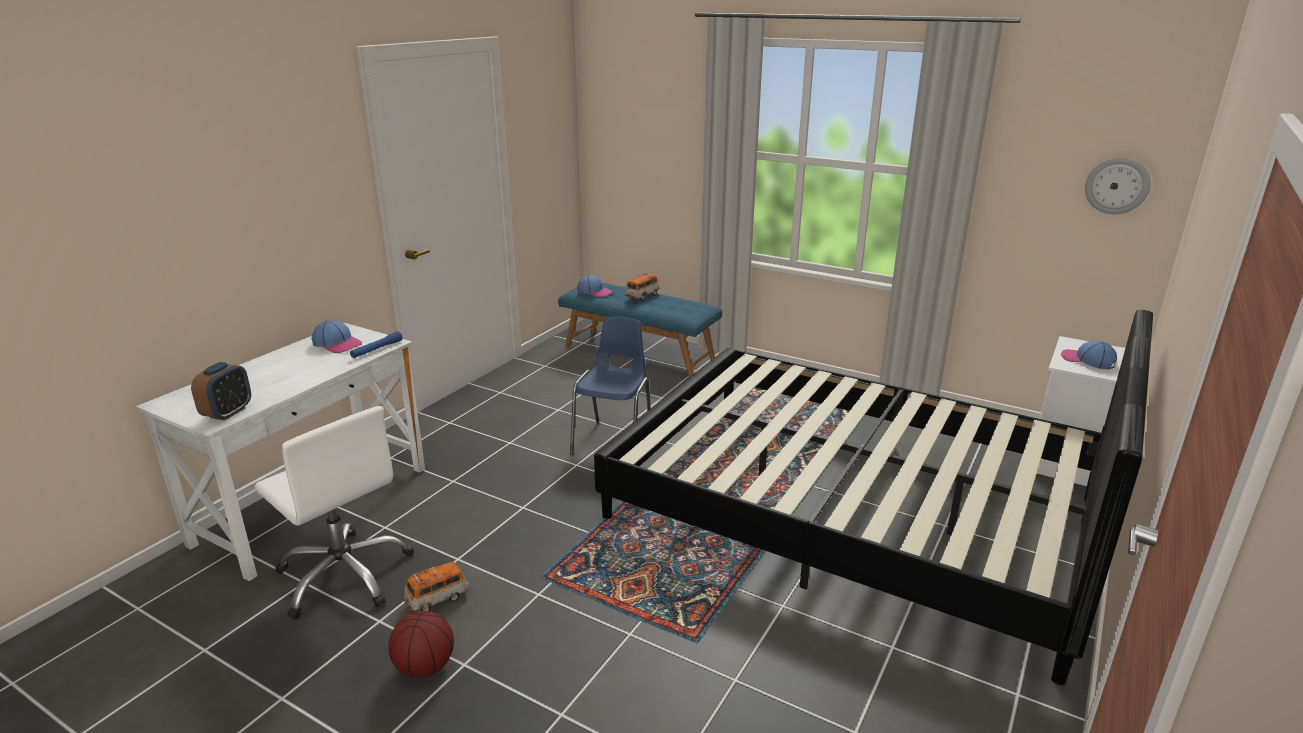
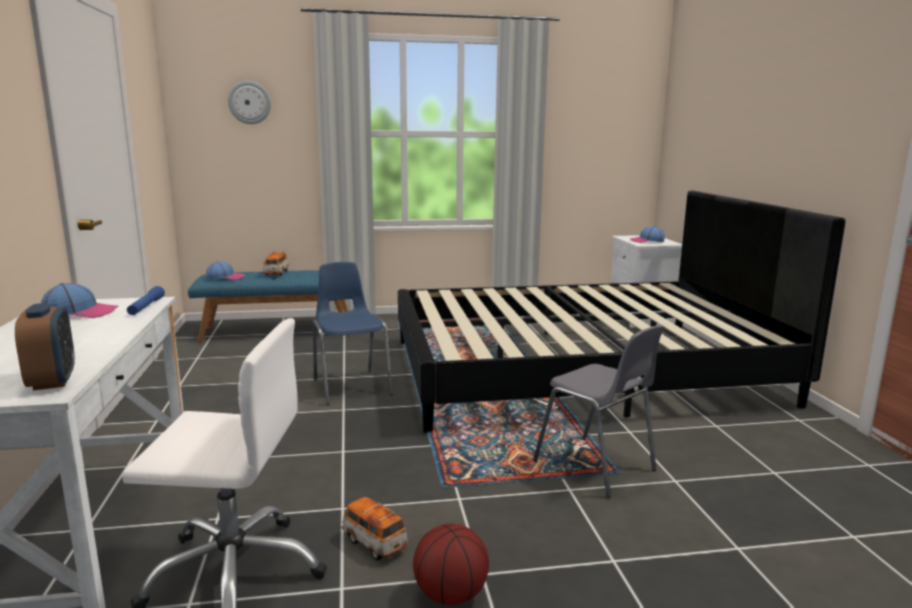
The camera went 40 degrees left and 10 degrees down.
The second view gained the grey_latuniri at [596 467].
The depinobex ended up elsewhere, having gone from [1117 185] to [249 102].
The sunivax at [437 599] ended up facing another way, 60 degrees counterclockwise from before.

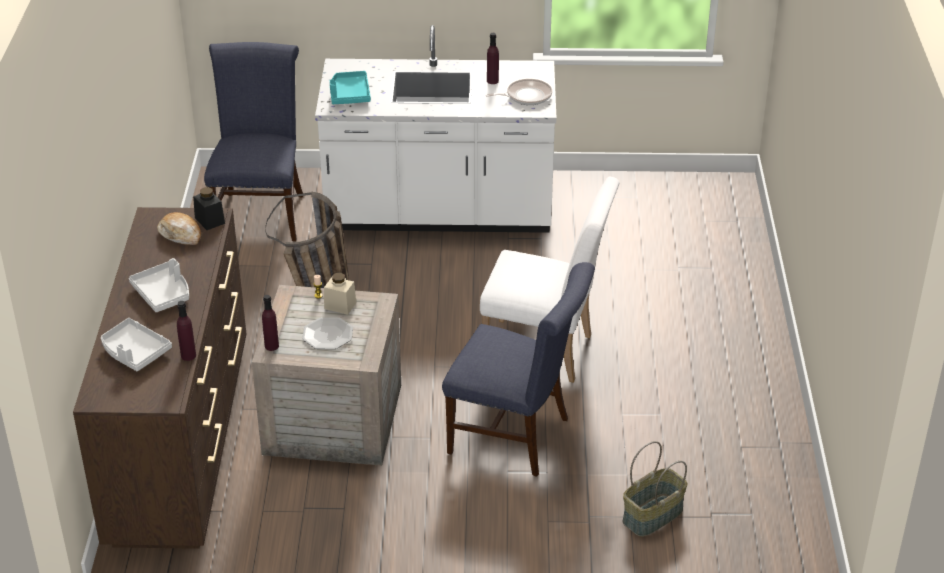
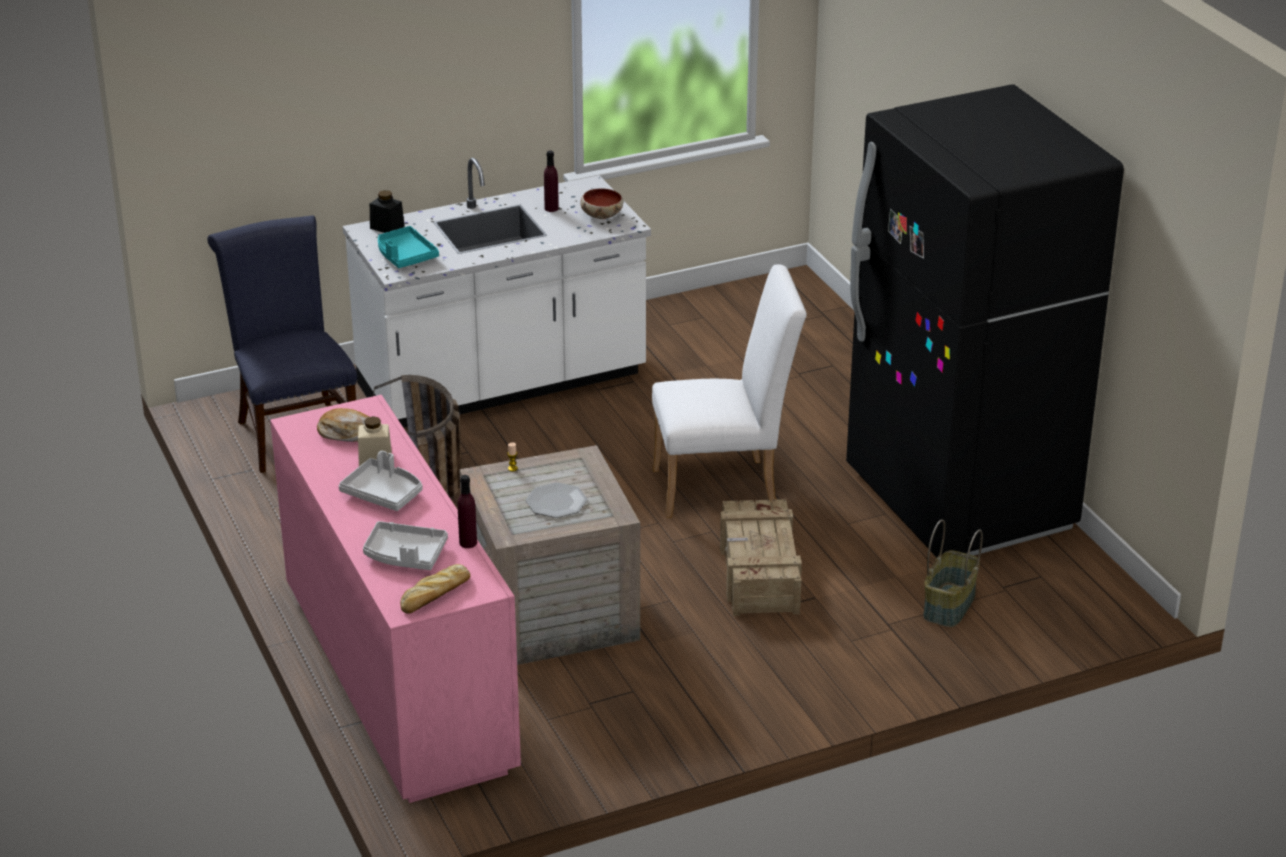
The camera went 25 degrees left and 5 degrees down.
The second view lost the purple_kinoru at [271 346].
The second view gained the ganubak at [434 595].
The second view gained the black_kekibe at [960 501].
The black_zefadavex ended up elsewhere, having gone from [209 220] to [387 227].
The beige_zefadavex ended up elsewhere, having gone from [340 305] to [375 458].
Where the blue_latuniri stood at [516 436], the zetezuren came to stand at [758 573].
Where the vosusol stood at [526 96], the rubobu came to stand at [601 215].
What was the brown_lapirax at [181 441] turned into the pink_lapirax at [399 680].

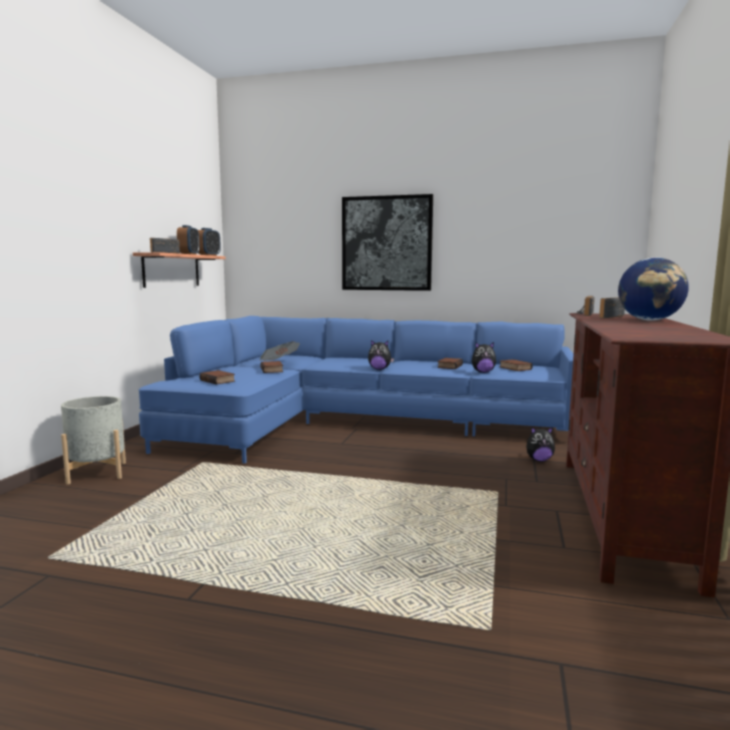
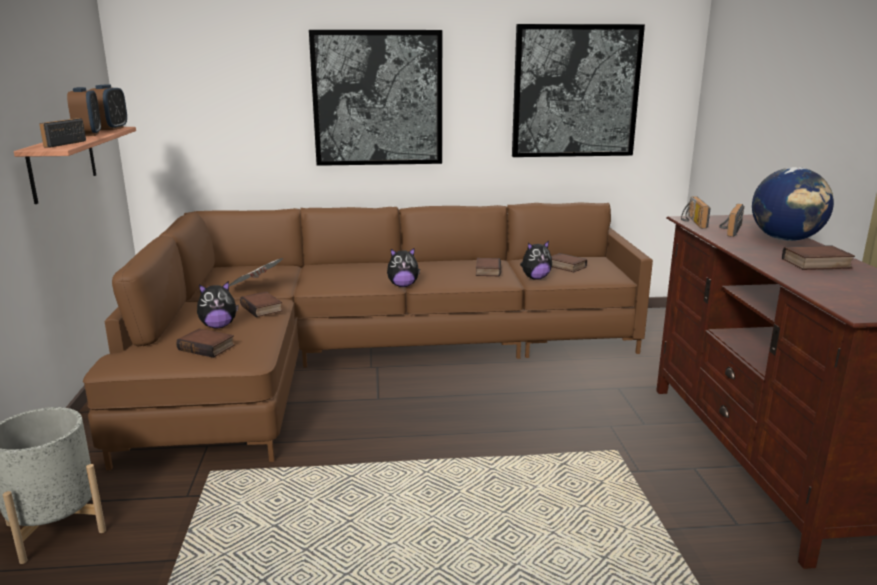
The camera went 20 degrees left and 10 degrees up.
The second view gained the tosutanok at [575 91].
The second view gained the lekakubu at [816 264].
The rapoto ended up elsewhere, having gone from [539 460] to [218 326].
What was the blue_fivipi at [353 423] turned into the brown_fivipi at [365 356].

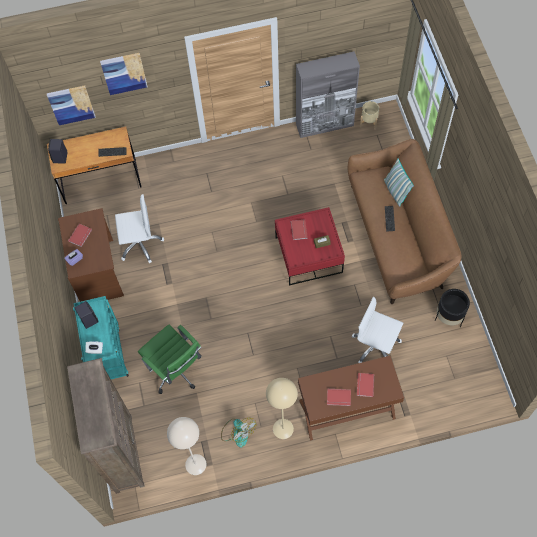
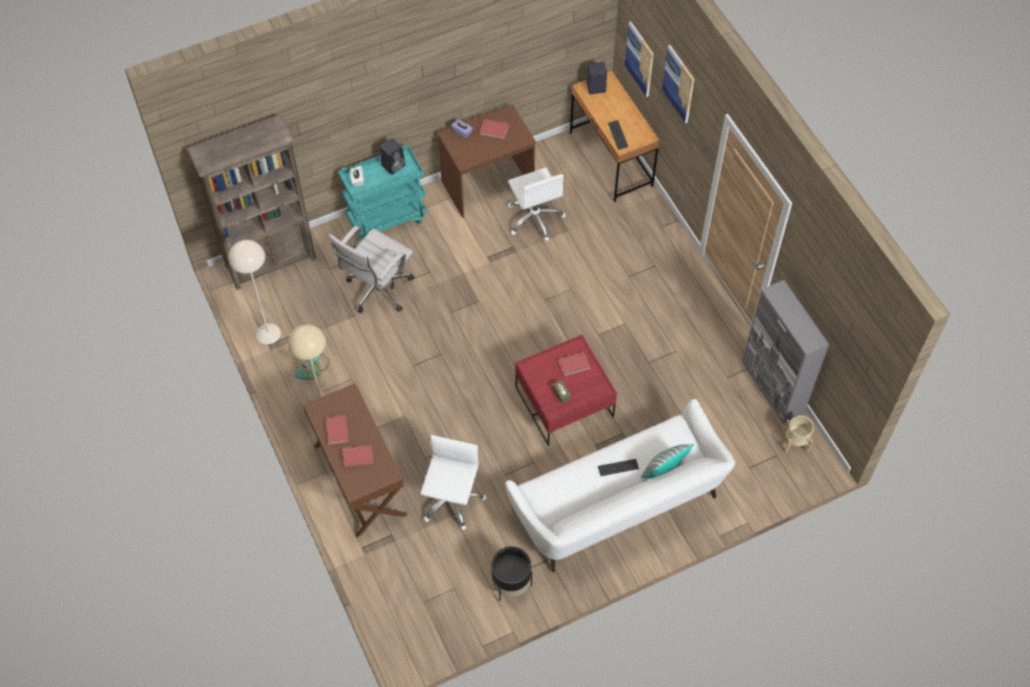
The camera went 75 degrees right and 5 degrees down.
What was the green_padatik at [176 371] turned into the white_padatik at [377 291].
What was the brown_fivipi at [398 237] turned into the white_fivipi at [618 505].

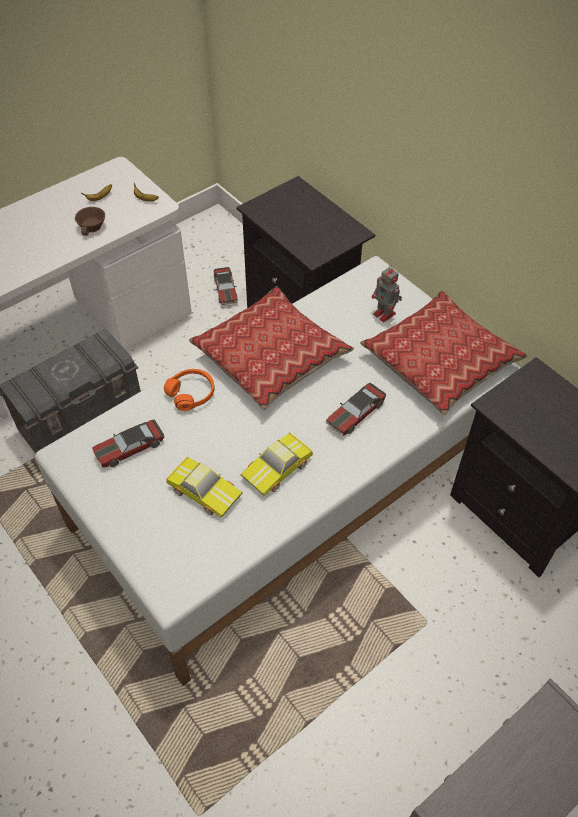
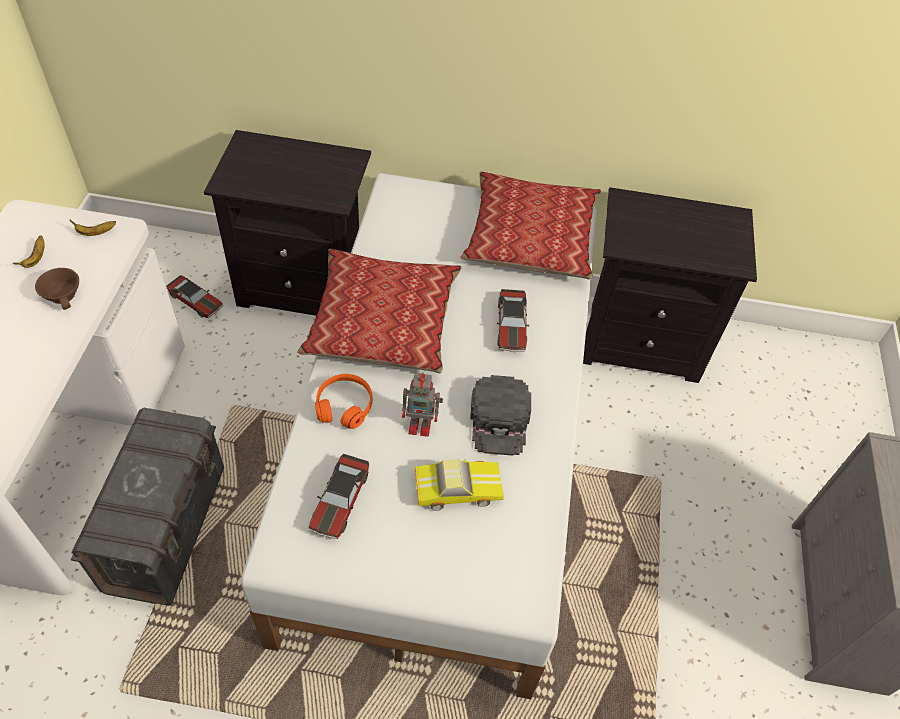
The camera went 45 degrees left and 0 degrees up.
The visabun ended up elsewhere, having gone from [385 314] to [421 425].
Where the sunivax stood at [278 469], the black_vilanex came to stand at [500 420].

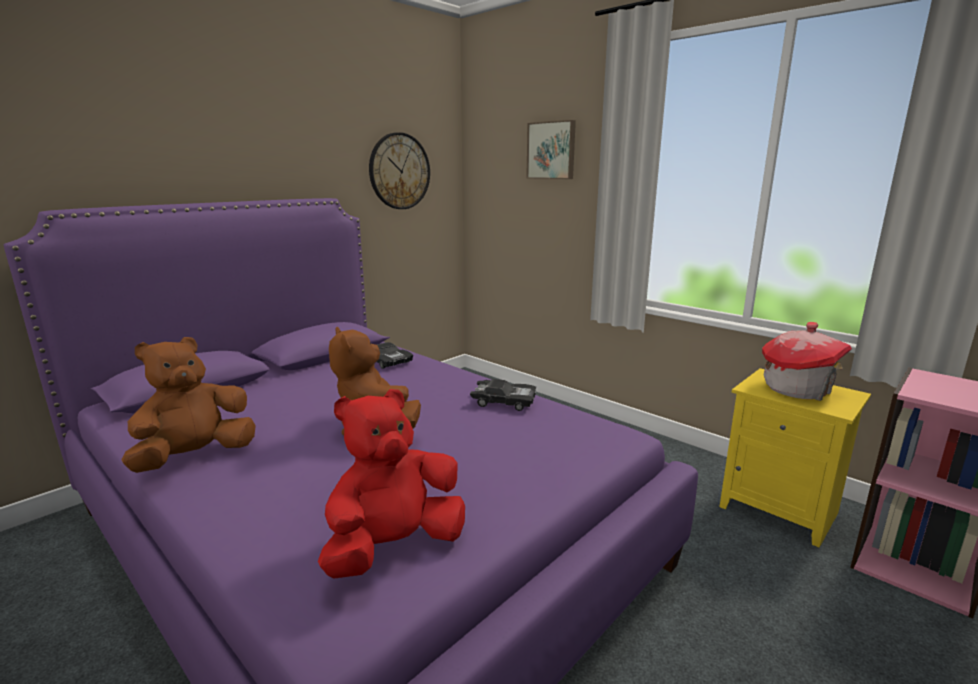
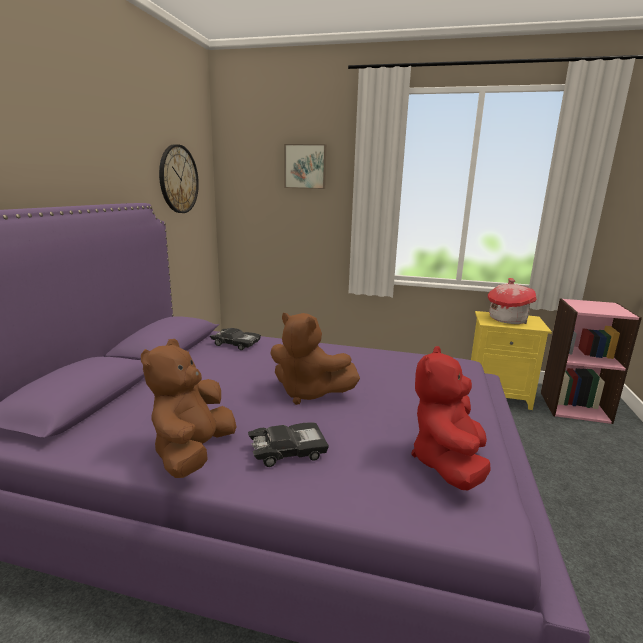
The camera went 30 degrees left and 0 degrees up.
The black_sunivax ended up elsewhere, having gone from [504 401] to [287 451].

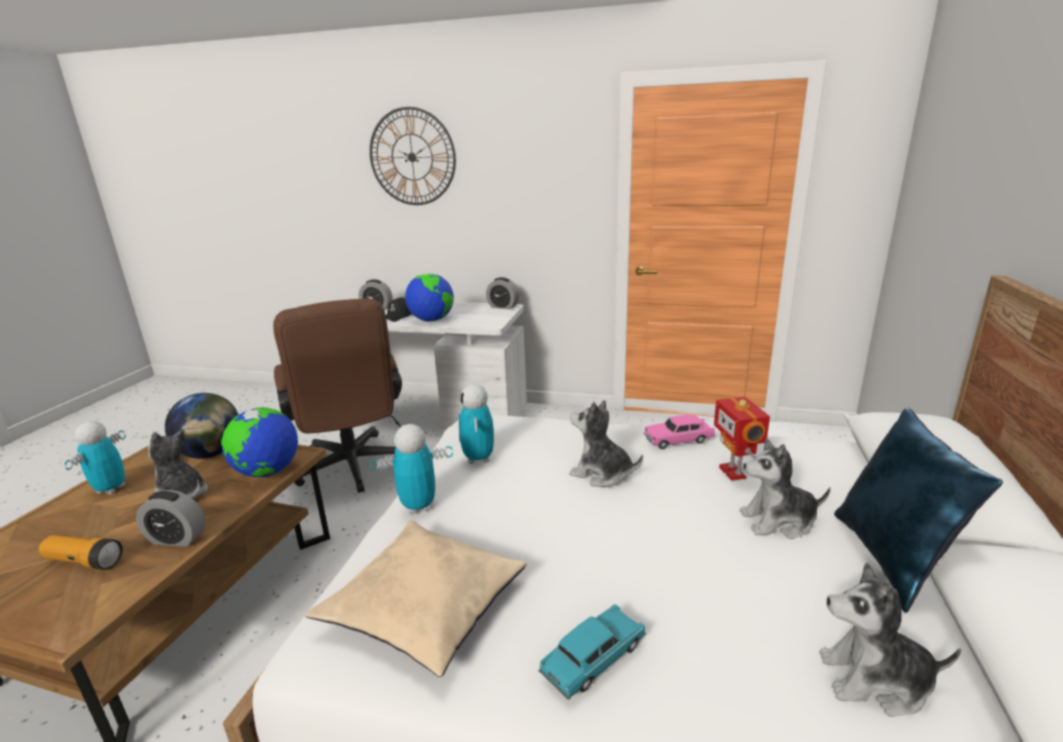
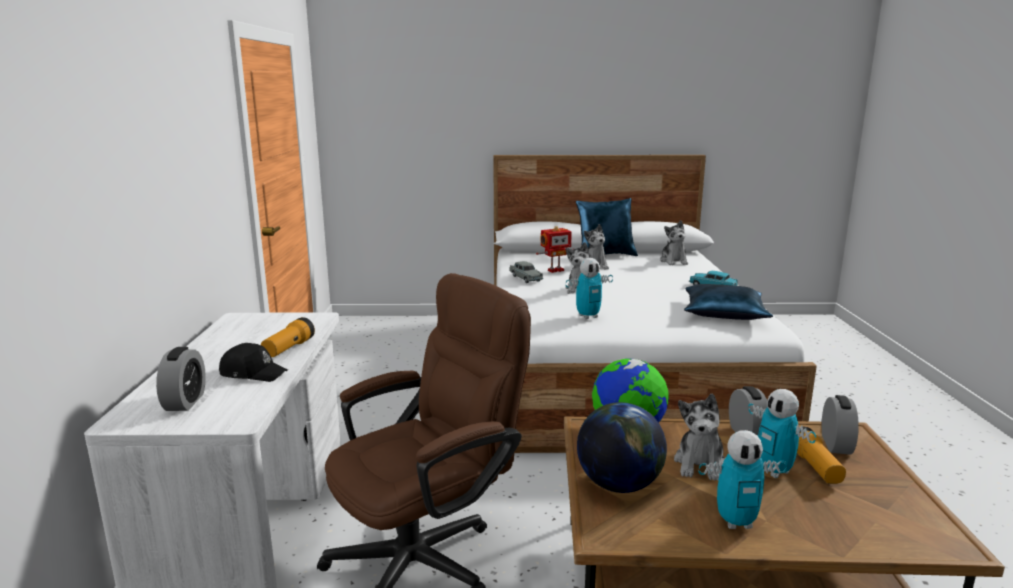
The camera went 105 degrees left and 5 degrees down.
The second view lost the depinobex at [412 157].
The visabun ended up elsewhere, having gone from [418 506] to [773 471].
The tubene ended up elsewhere, having gone from [503 307] to [836 445].
Where the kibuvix stood at [432 320], the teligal came to stand at [288 349].
What was the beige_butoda at [424 607] turned into the blue_butoda at [724 313].
What was the pink_sunivax at [678 440] turned into the grey_sunivax at [525 278].

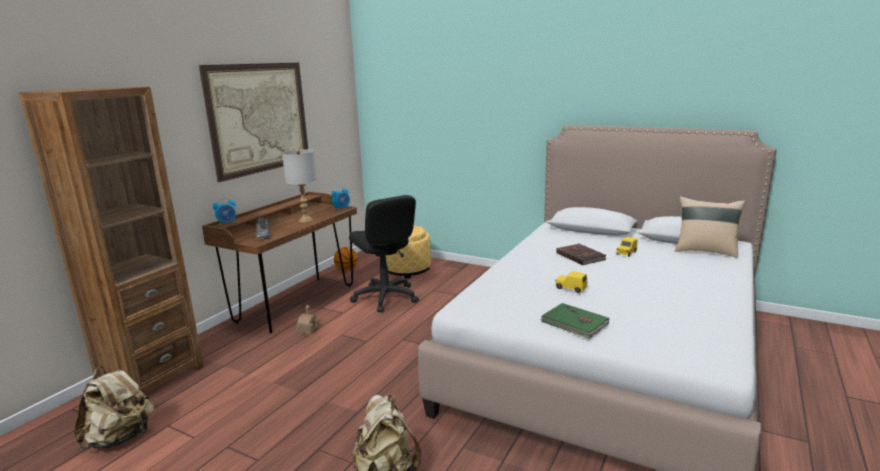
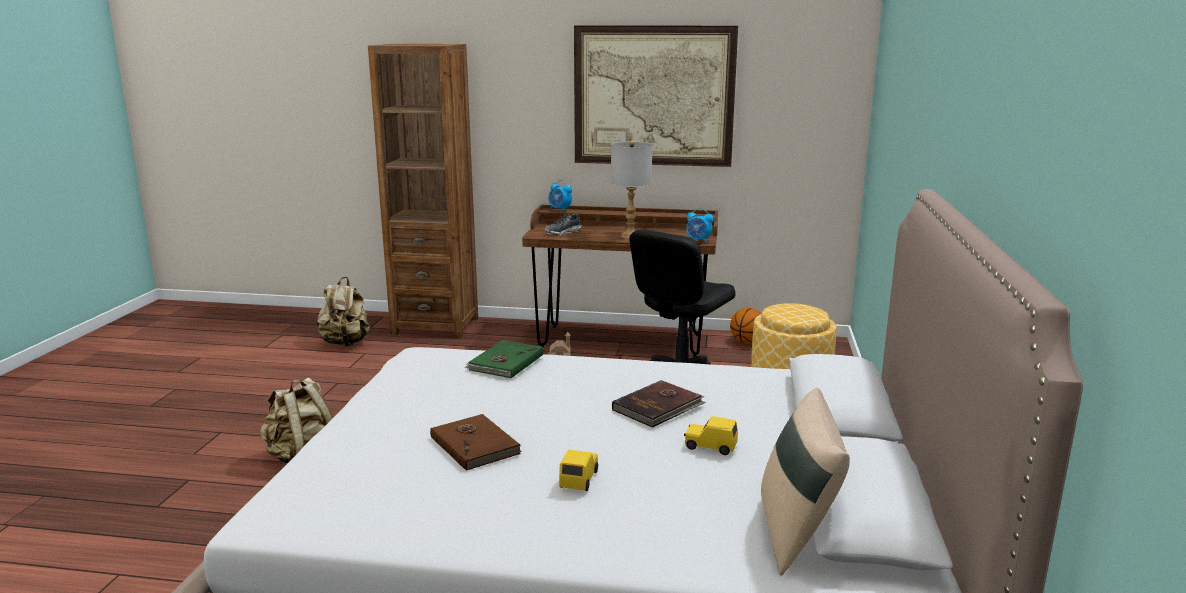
The camera went 70 degrees right and 0 degrees up.
The second view gained the brown_lekakubu at [476 444].
The green_lekakubu ended up elsewhere, having gone from [574 323] to [505 362].
The yellow_sunivax ended up elsewhere, having gone from [570 288] to [579 479].

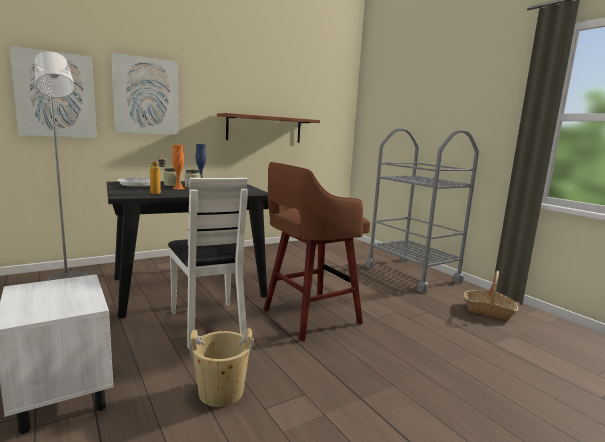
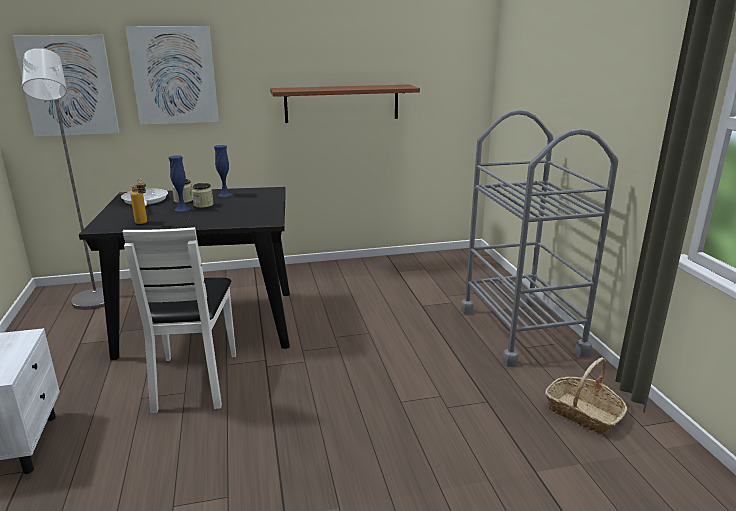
The camera went 20 degrees right and 10 degrees up.
The second view lost the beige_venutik at [221 392].
The second view lost the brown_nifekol at [308 317].
What was the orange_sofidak at [178 188] turned into the blue_sofidak at [182 209].

